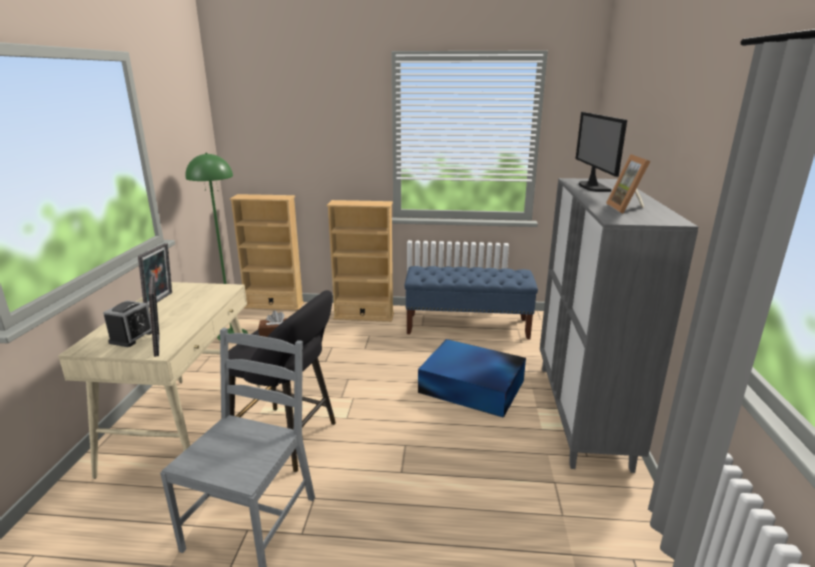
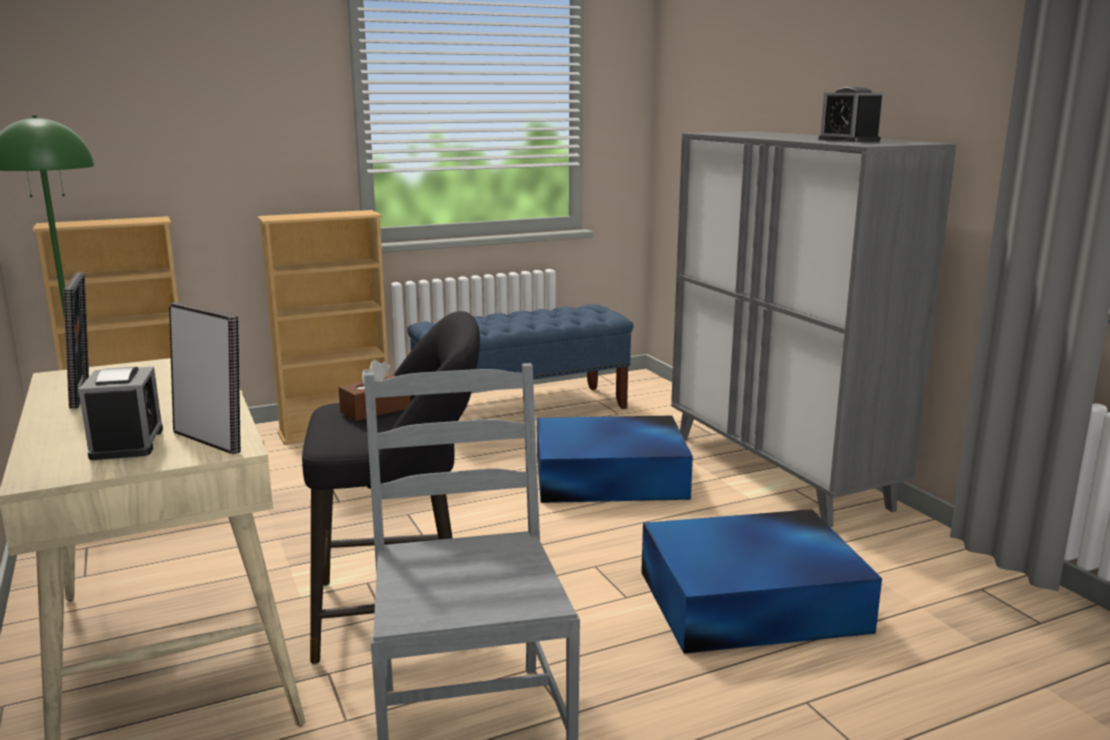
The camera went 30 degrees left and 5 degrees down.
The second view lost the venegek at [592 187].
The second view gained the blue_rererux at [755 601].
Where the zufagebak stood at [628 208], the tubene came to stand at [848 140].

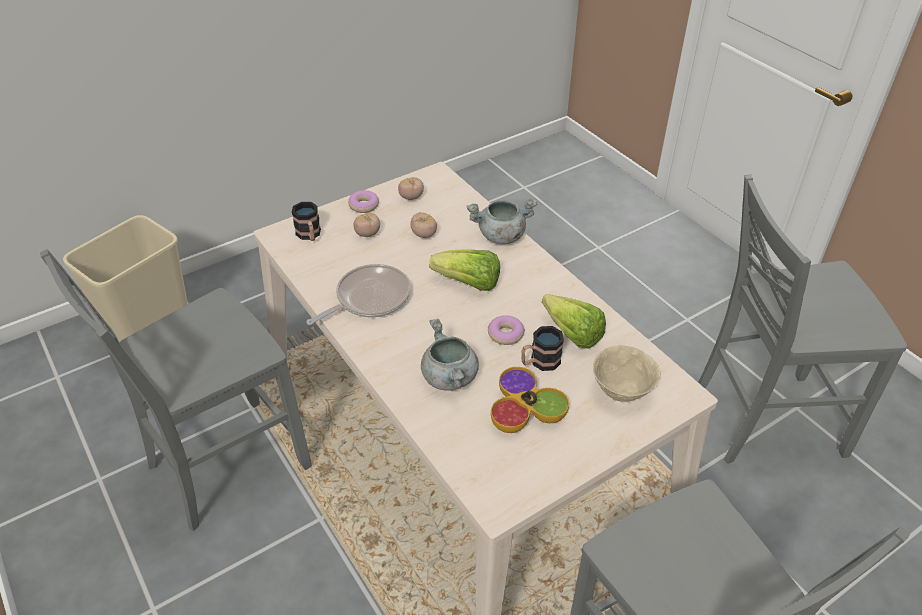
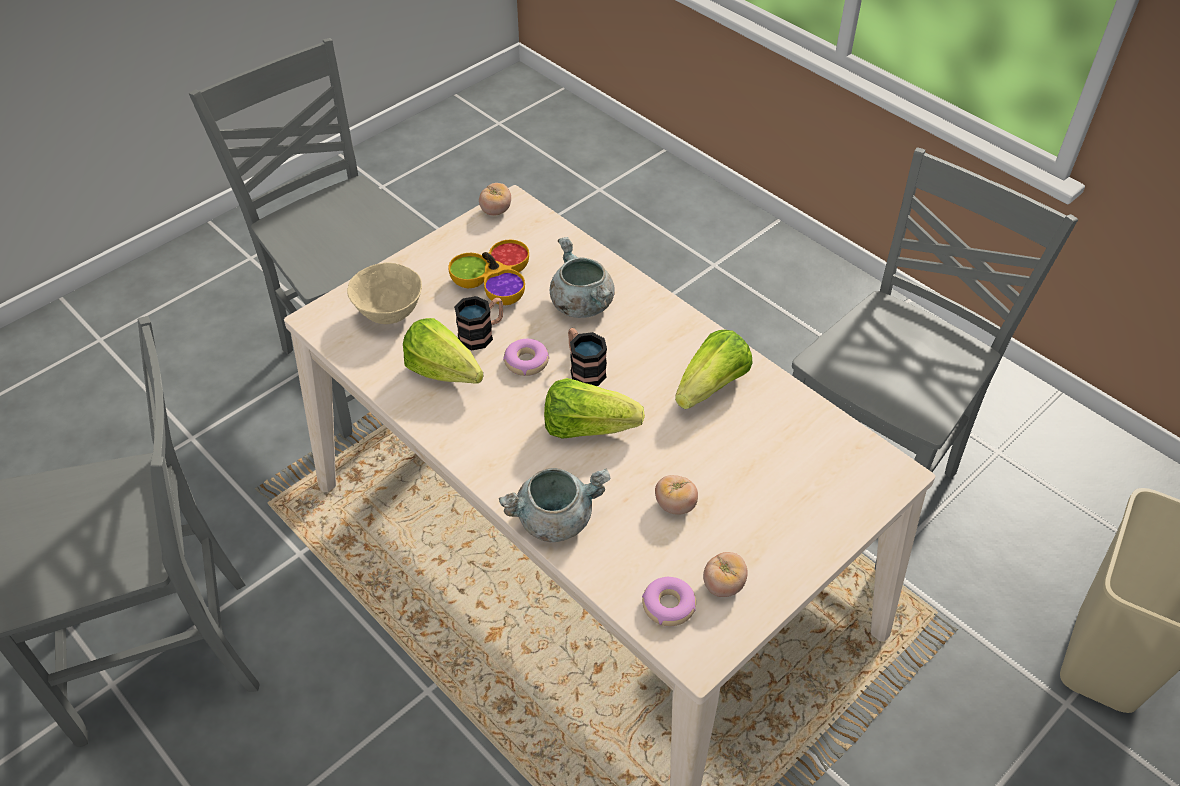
The camera went 170 degrees right and 5 degrees up.
The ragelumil ended up elsewhere, having gone from [309 235] to [584 368].
The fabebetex ended up elsewhere, having gone from [364 205] to [668 605].
The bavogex ended up elsewhere, having gone from [367 234] to [496 211].
Where the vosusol stood at [369 298], the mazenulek came to stand at [711 387].

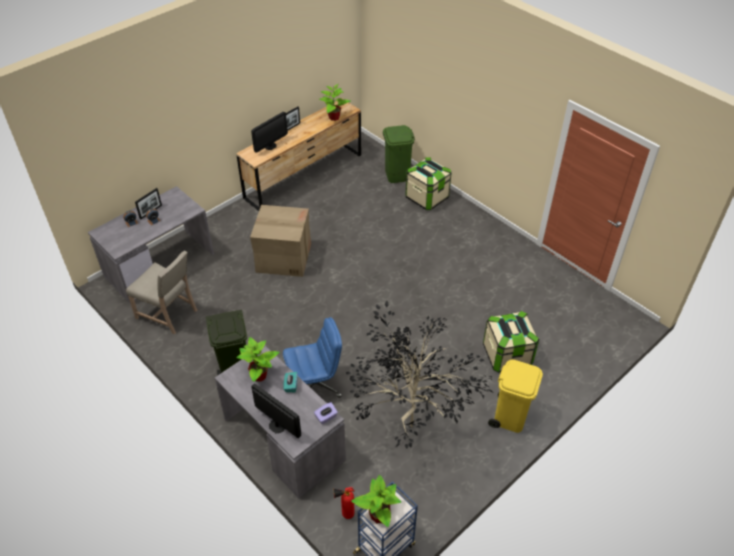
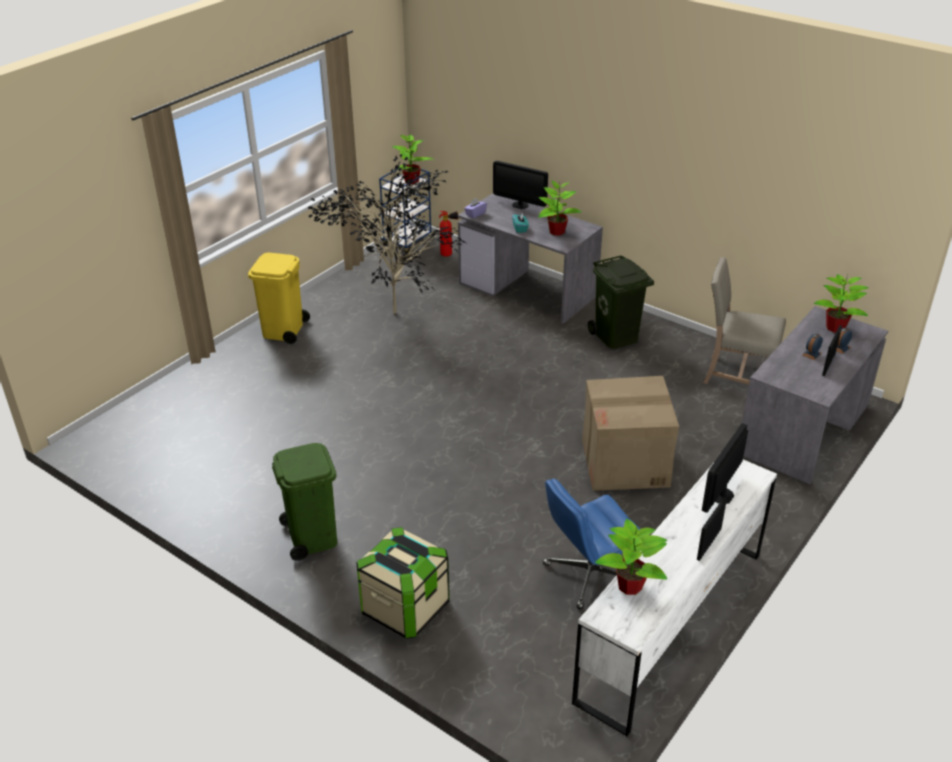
The camera went 170 degrees right and 10 degrees down.
The second view lost the rererux at [507 355].
The second view gained the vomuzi at [835 328].
The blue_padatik ended up elsewhere, having gone from [315 385] to [588 575].
The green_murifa ended up elsewhere, having gone from [397 175] to [312 536].
What was the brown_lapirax at [304 176] turned into the white_lapirax at [671 624].

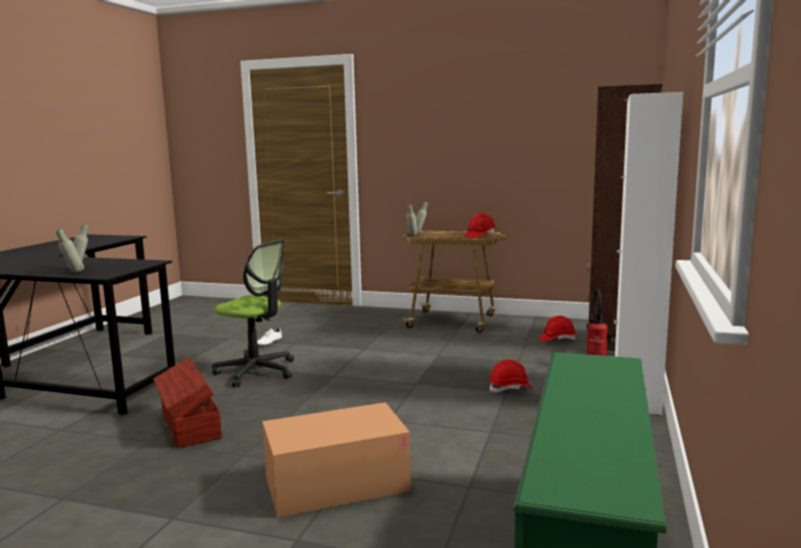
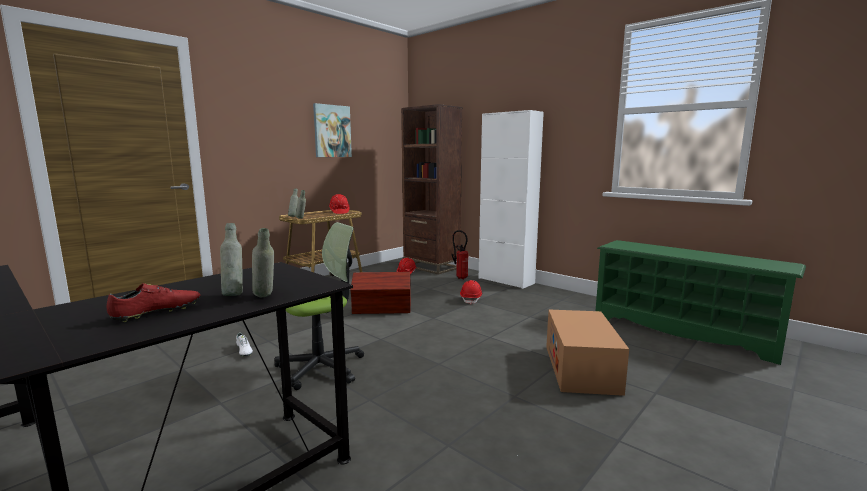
The camera went 65 degrees left and 0 degrees up.
The second view gained the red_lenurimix at [157 312].
The second view gained the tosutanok at [332 131].
The brown_rererux ended up elsewhere, having gone from [189 426] to [382 309].

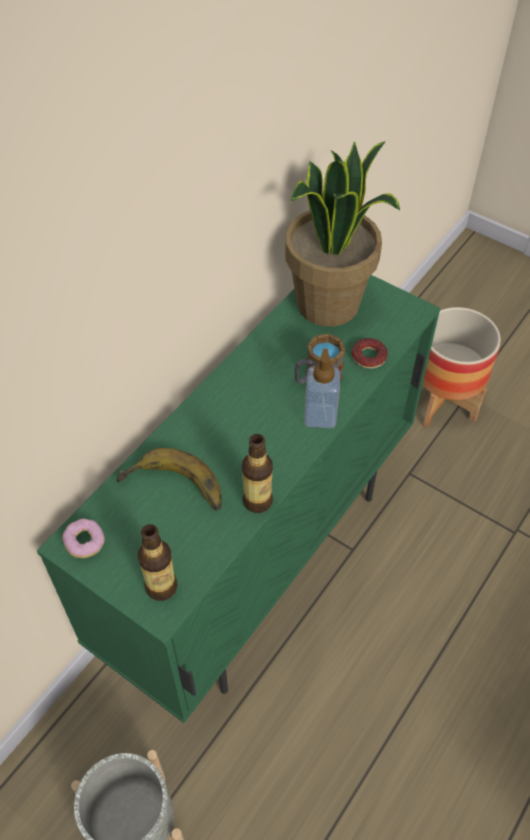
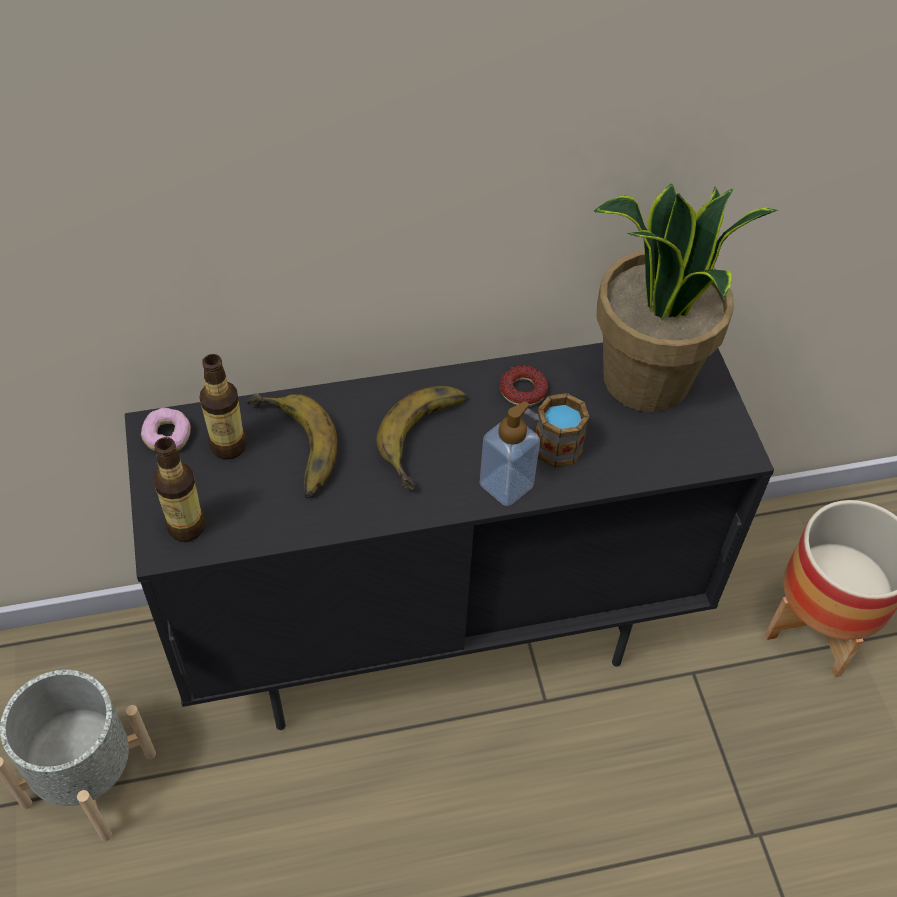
The camera went 40 degrees right and 0 degrees up.
The second view gained the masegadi at [431 440].
The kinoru ended up elsewhere, having gone from [257 501] to [228 446].
The fabebetex ended up elsewhere, having gone from [368 356] to [523 390].
What was the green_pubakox at [261 561] turned into the black_pubakox at [439 634].

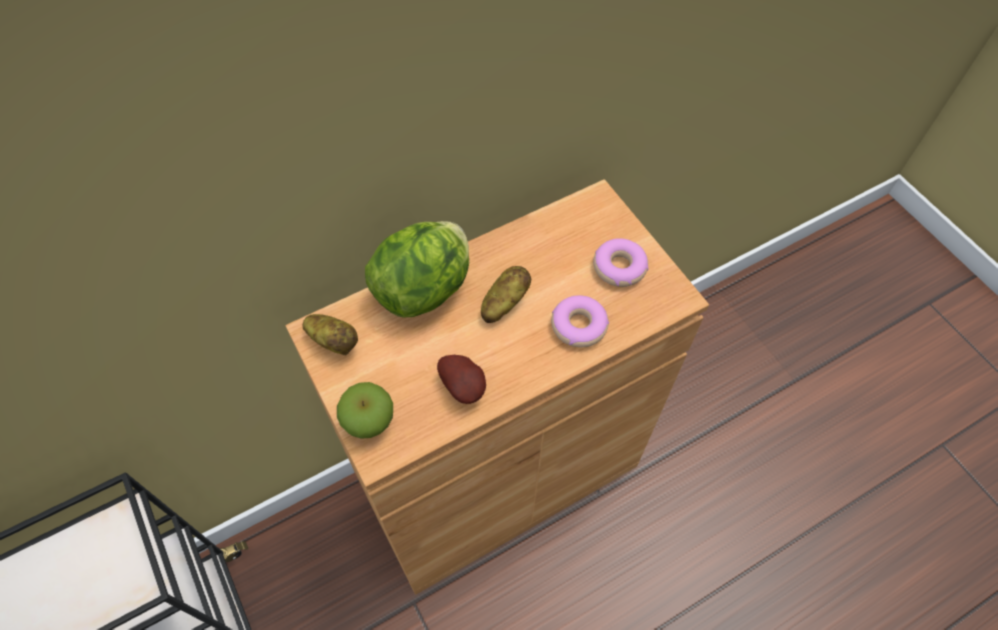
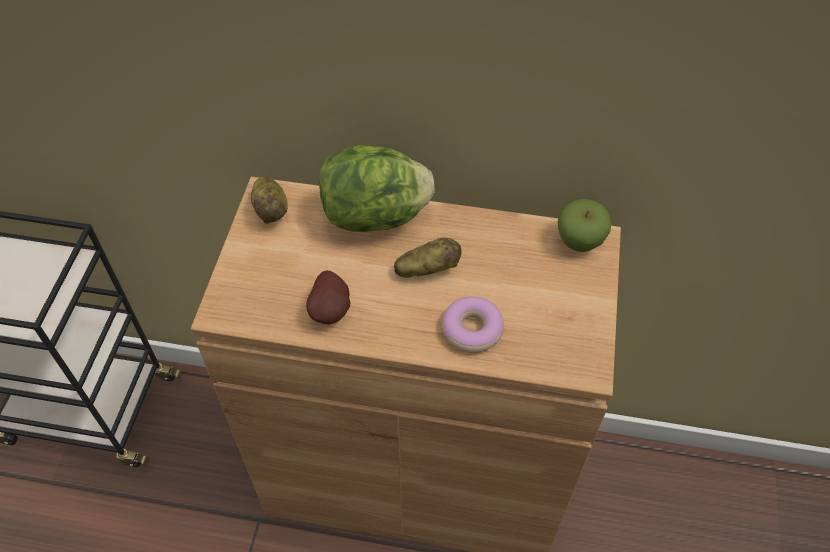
The camera went 40 degrees right and 5 degrees down.
The second view lost the fabebetex at [619 267].
The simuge ended up elsewhere, having gone from [369 422] to [579 242].

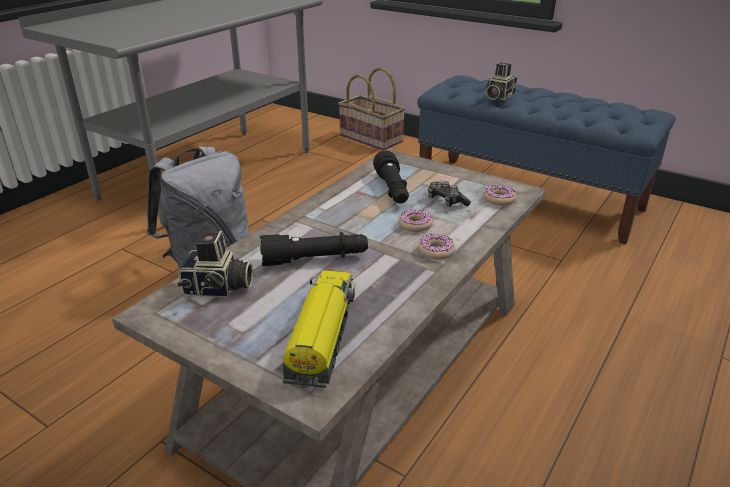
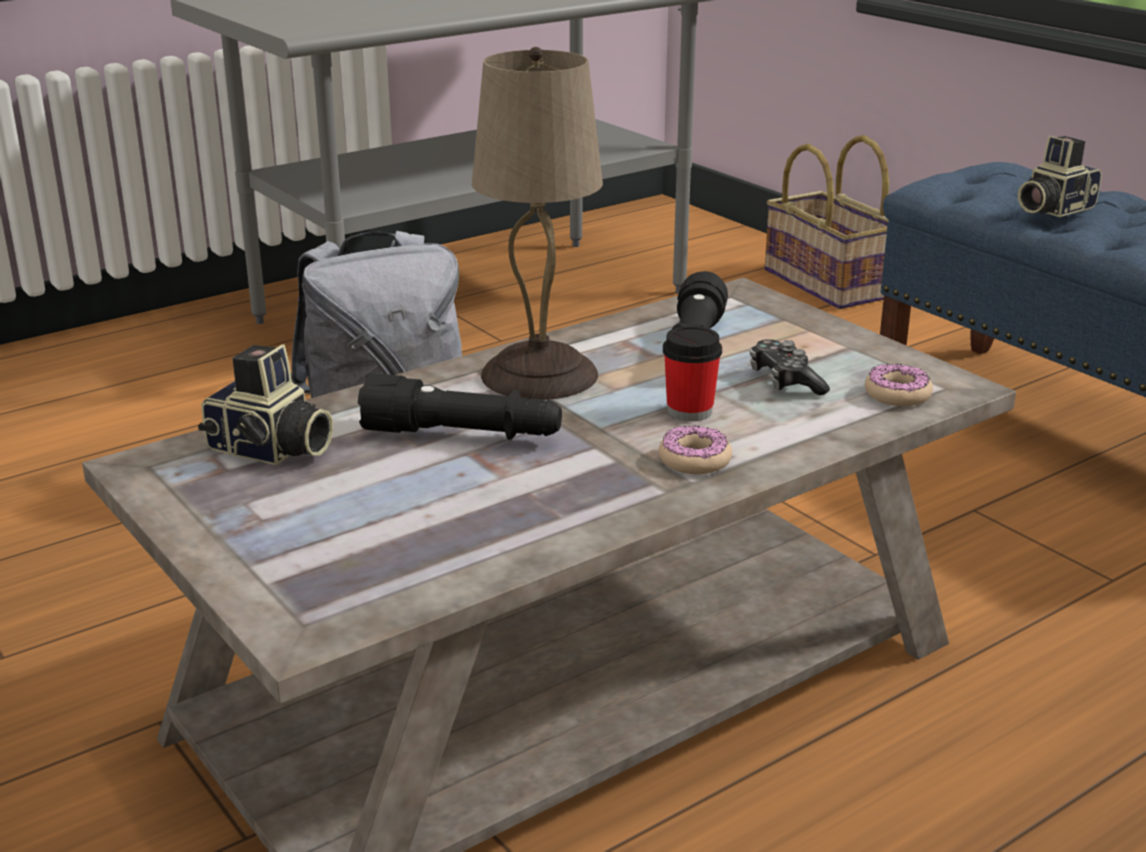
The camera went 20 degrees right and 5 degrees down.
The second view lost the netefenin at [322 337].
The second view gained the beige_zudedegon at [536 375].
Where the fabebetex stood at [415 225], the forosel came to stand at [689 411].

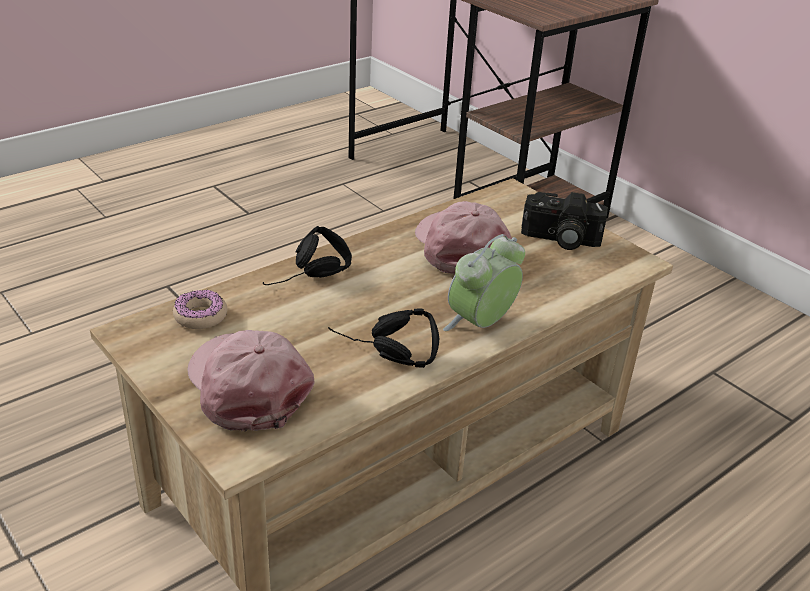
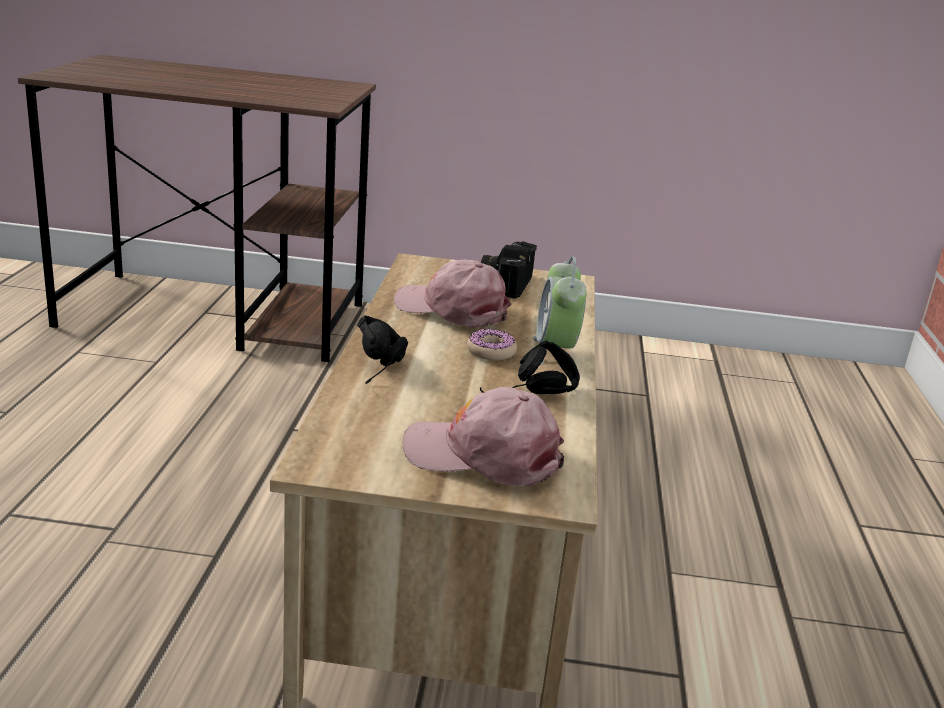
The camera went 45 degrees left and 10 degrees down.
The fabebetex ended up elsewhere, having gone from [200 316] to [491 352].
The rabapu at [560 240] ended up facing another way, 135 degrees clockwise from before.

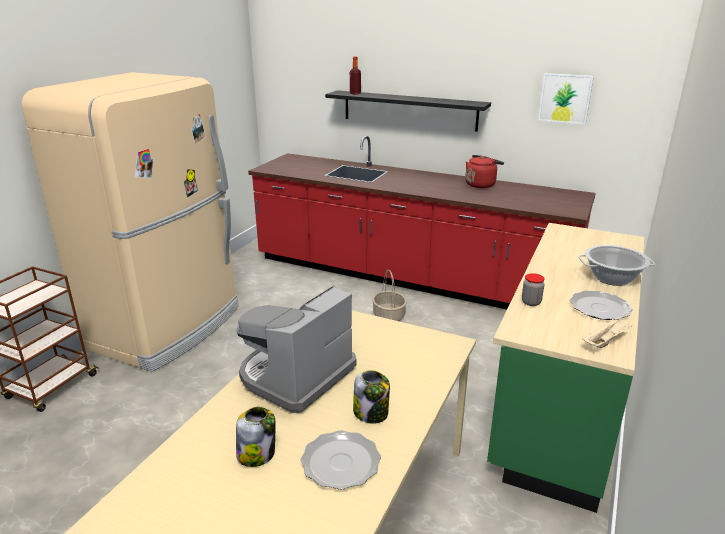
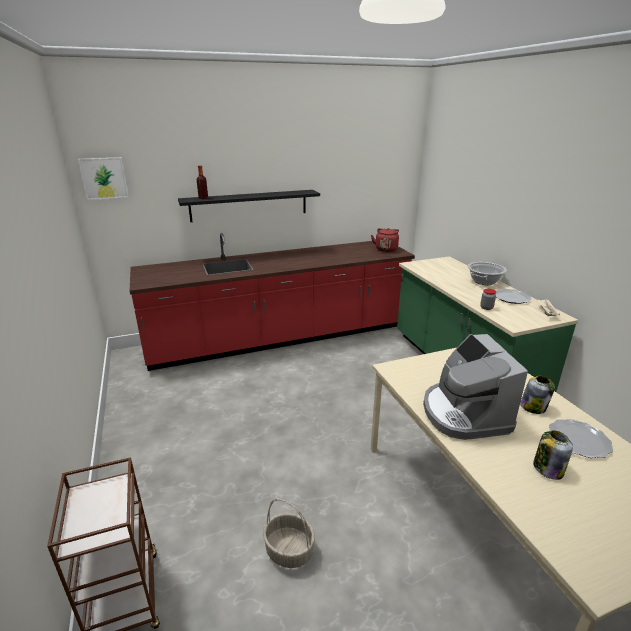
The camera went 45 degrees left and 0 degrees up.
The second view lost the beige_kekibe at [168 327].
The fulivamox ended up elsewhere, having gone from [388 316] to [288 551].
The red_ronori ended up elsewhere, having gone from [481 184] to [386 249].
The tosutanok ended up elsewhere, having gone from [565 98] to [104 178].

